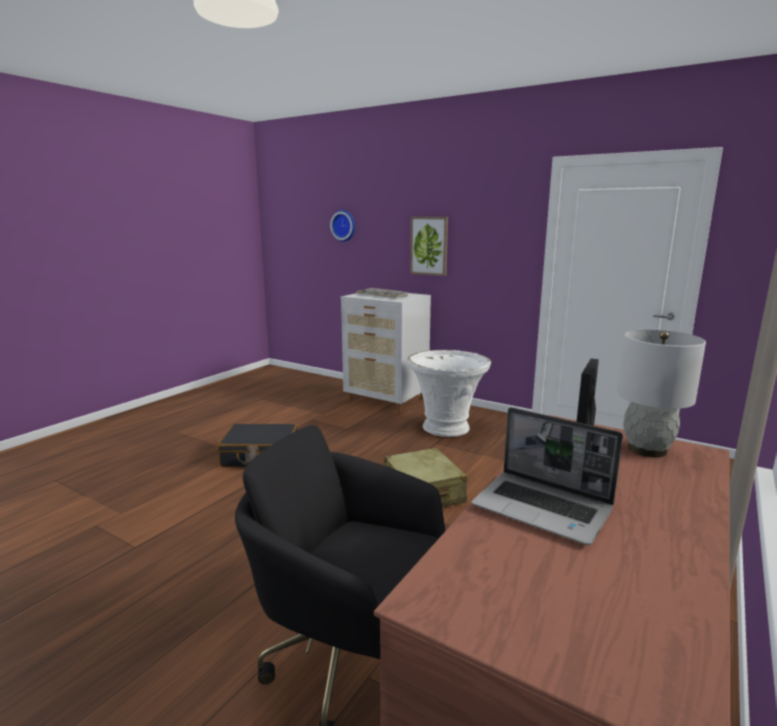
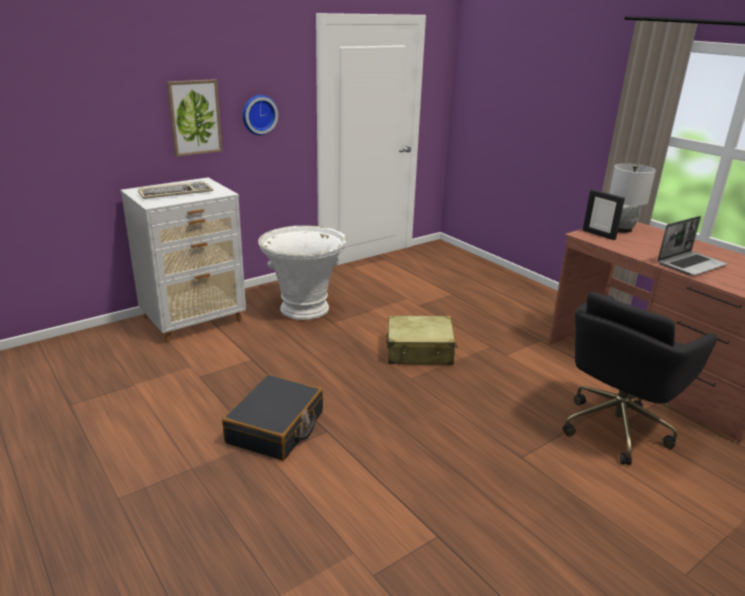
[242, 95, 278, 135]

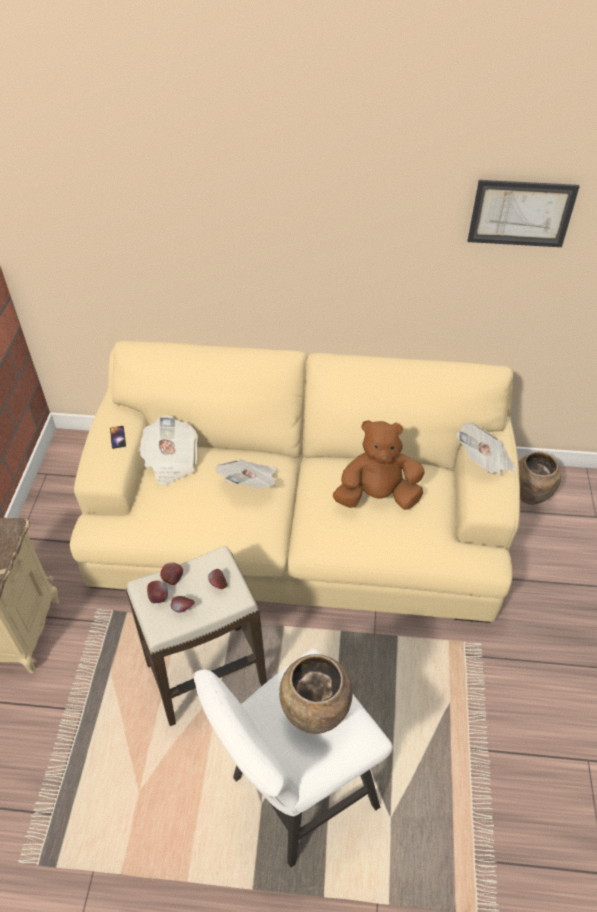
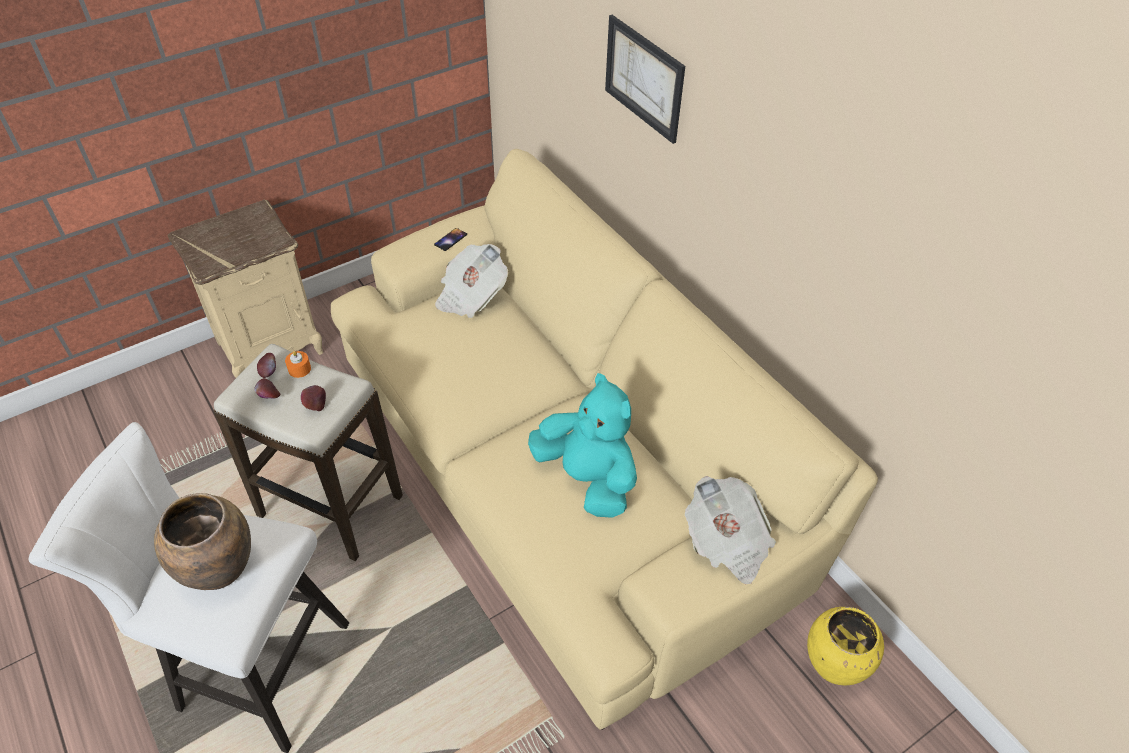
[285, 351, 311, 378]
[528, 373, 637, 518]
[605, 15, 685, 144]
[807, 607, 884, 685]
[216, 459, 277, 488] (first image)

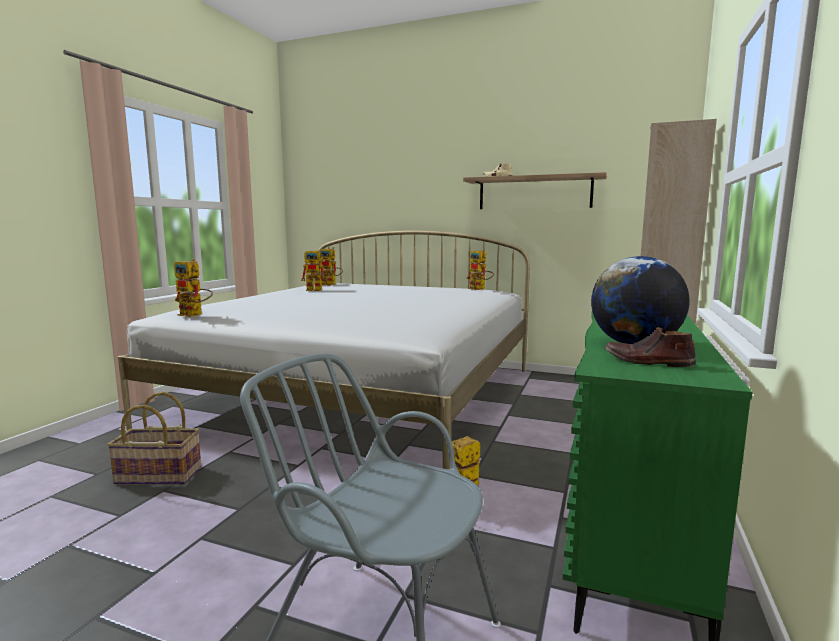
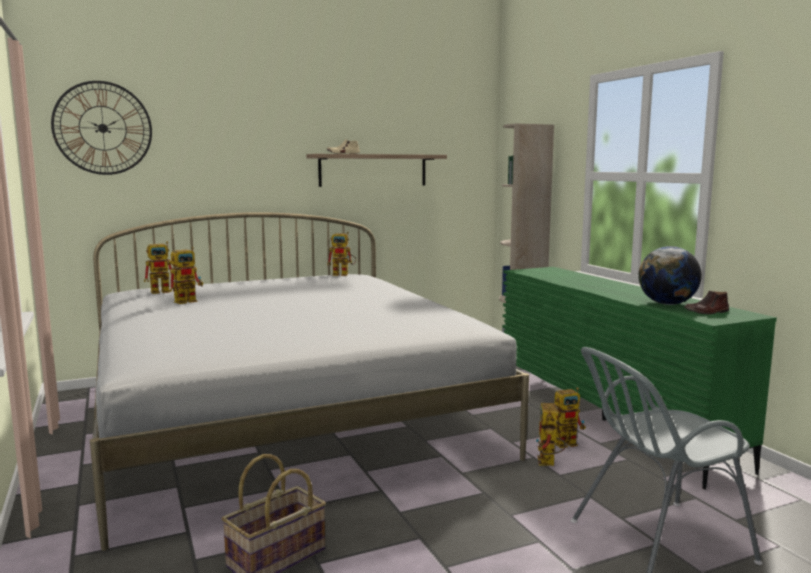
[51, 81, 152, 175]
[554, 387, 586, 448]

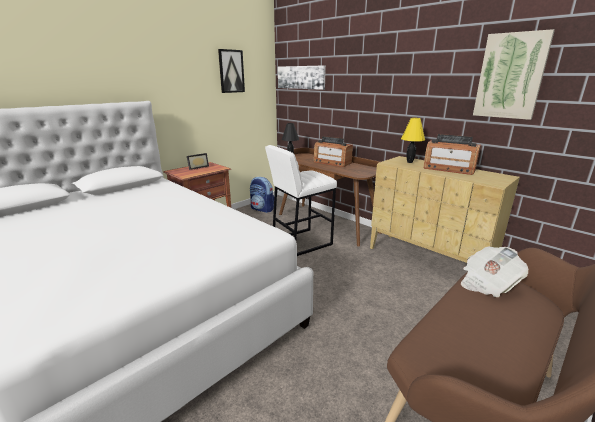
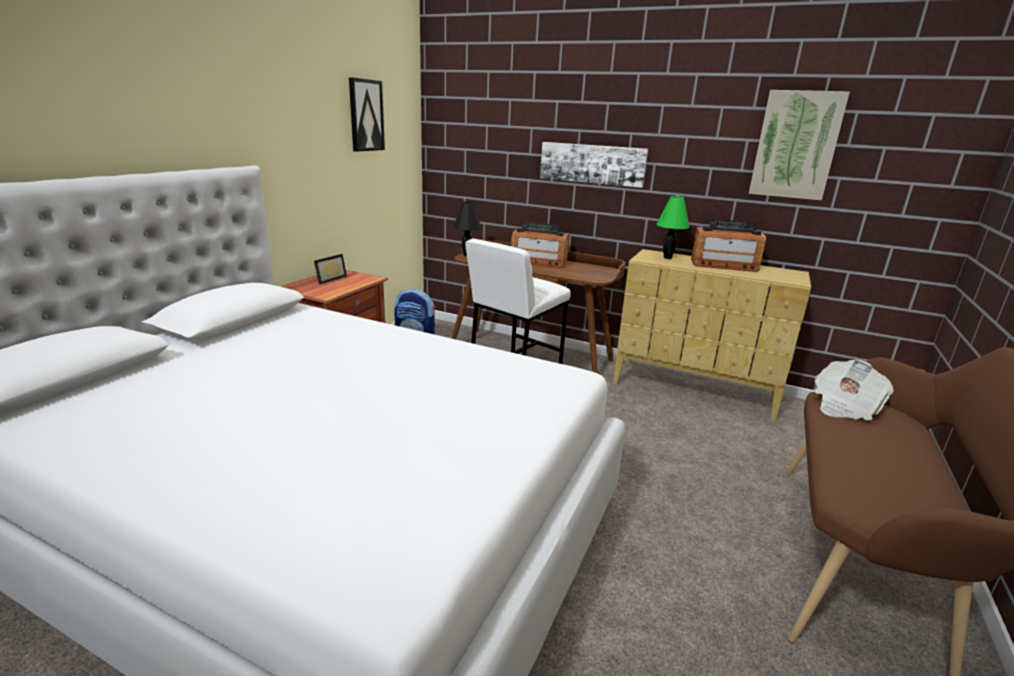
[540, 142, 648, 188]
[656, 196, 690, 259]

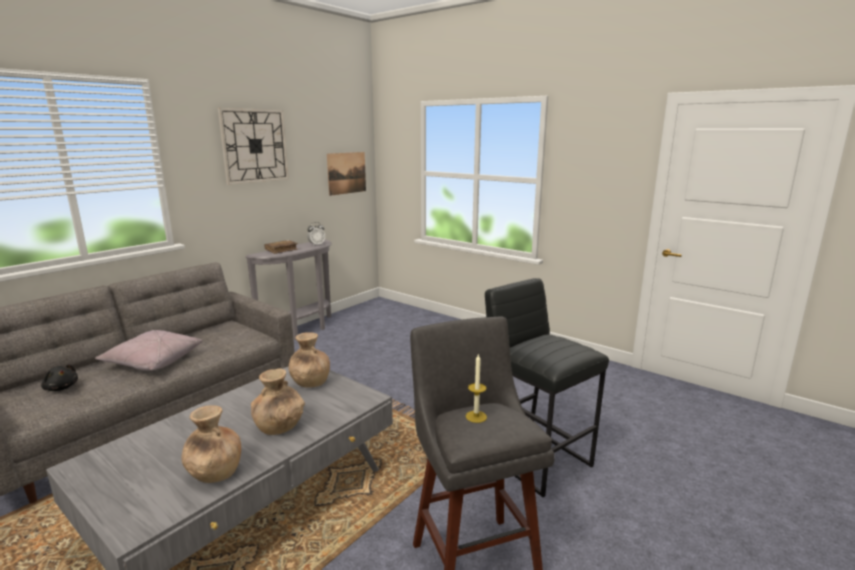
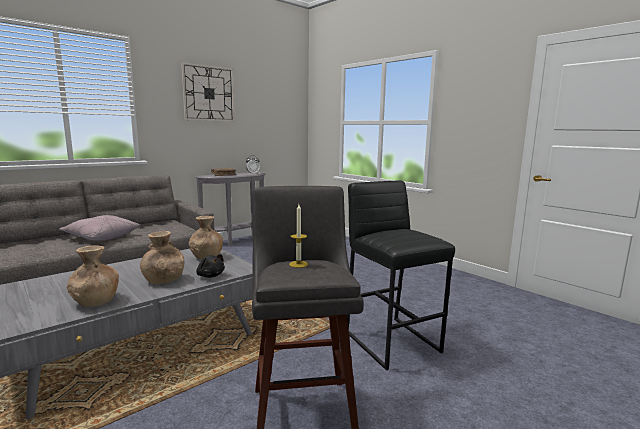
[196, 254, 225, 278]
[327, 152, 366, 196] (first image)

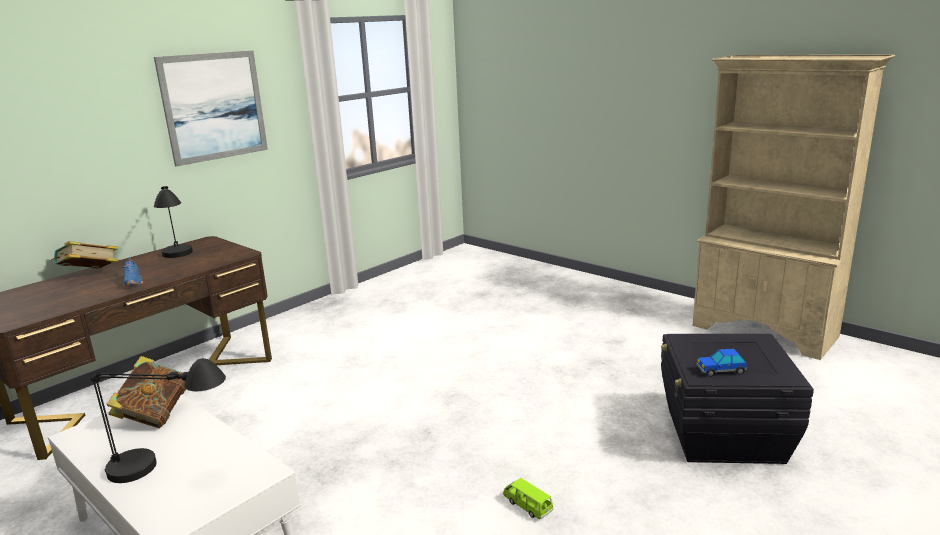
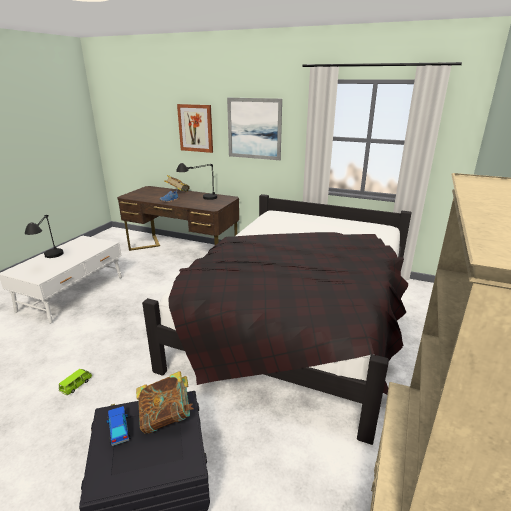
[136, 371, 193, 434]
[142, 194, 412, 445]
[177, 104, 213, 153]

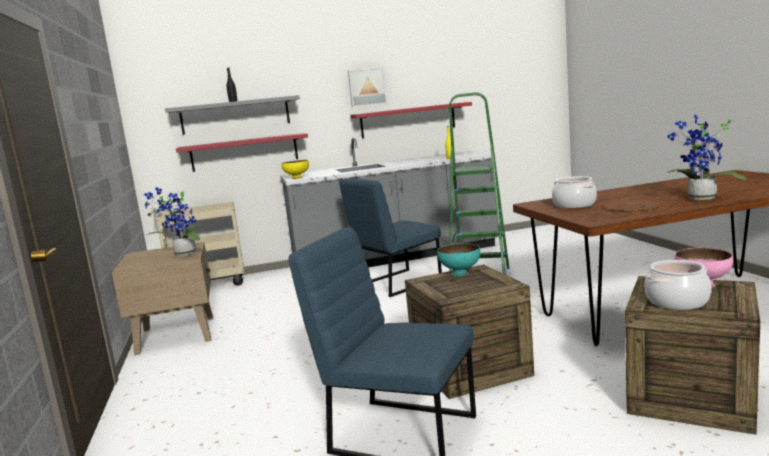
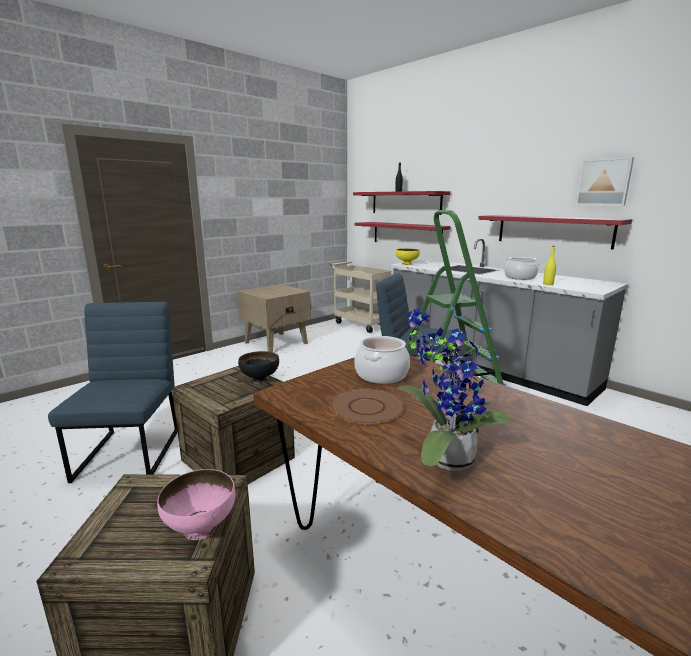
[238, 351, 279, 384]
[353, 191, 450, 215]
[504, 257, 540, 280]
[575, 157, 634, 206]
[144, 187, 200, 256] (first image)

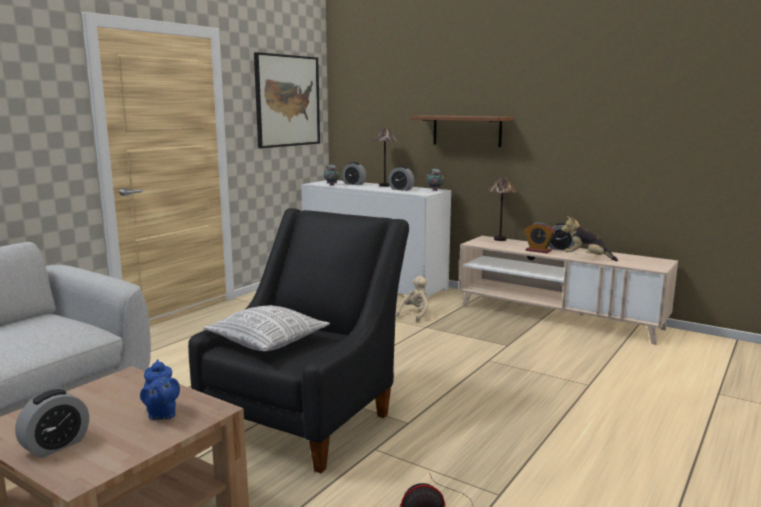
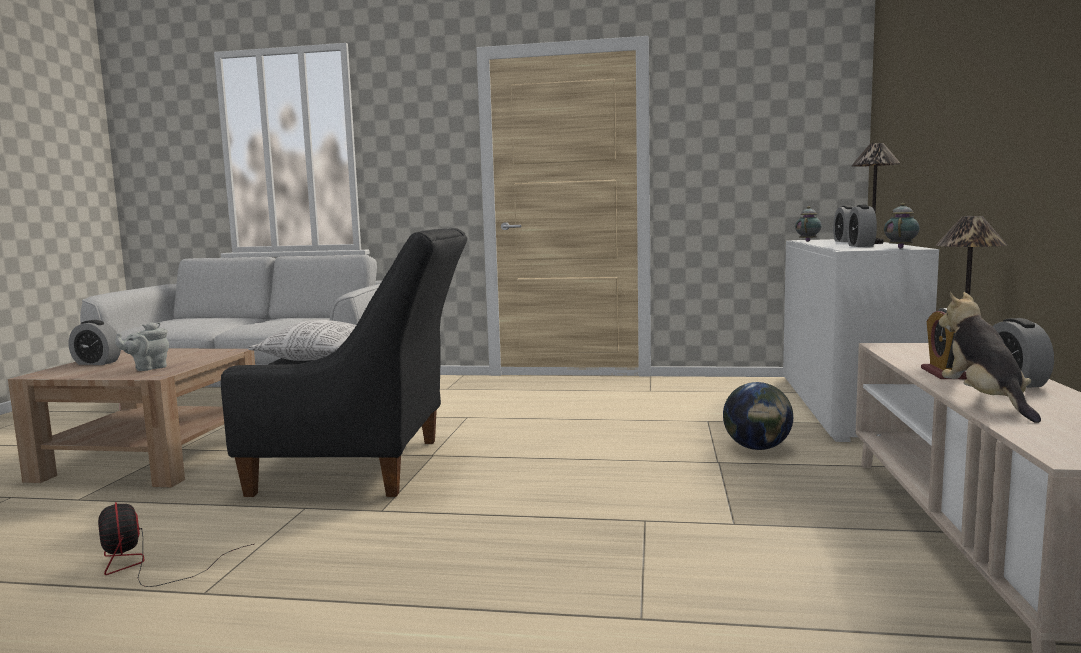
[115, 322, 169, 371]
[723, 382, 793, 450]
[254, 52, 320, 148] (first image)
[410, 115, 513, 147] (first image)

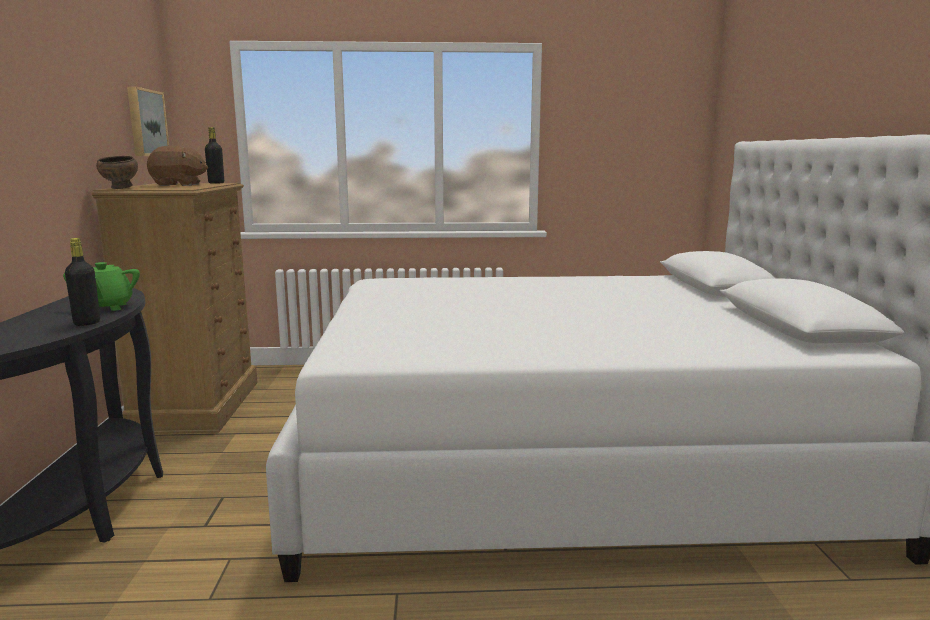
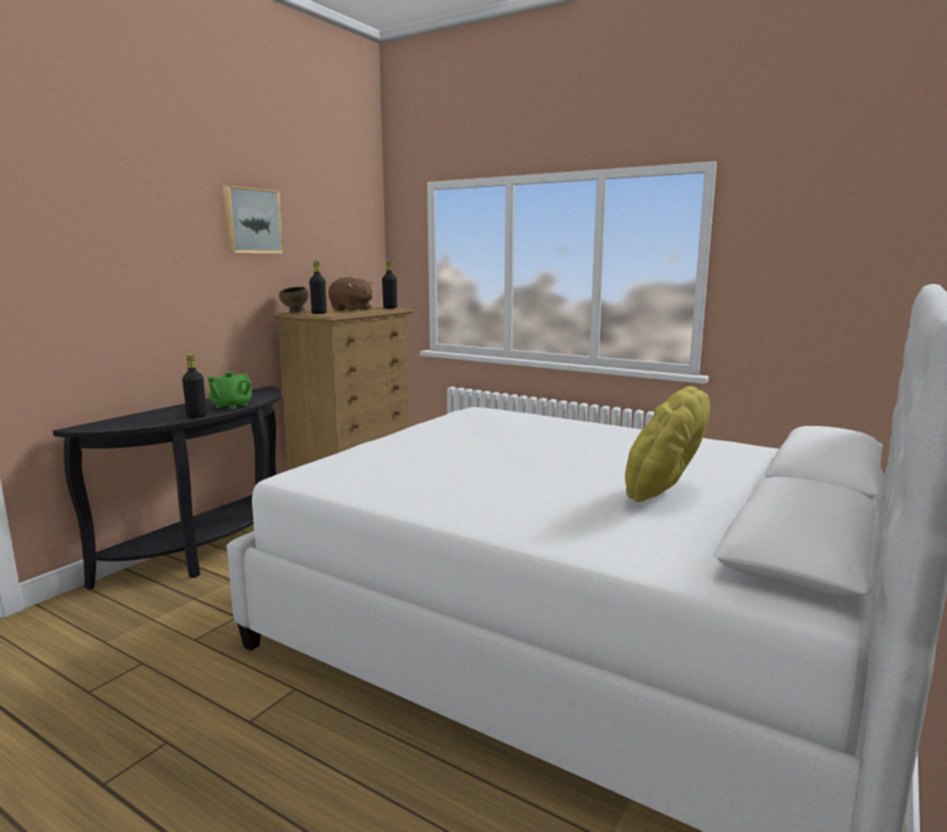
[223, 185, 284, 253]
[309, 261, 327, 314]
[625, 386, 710, 502]

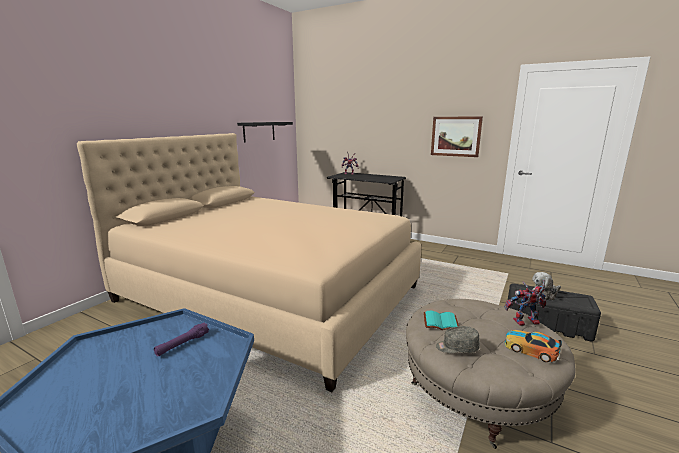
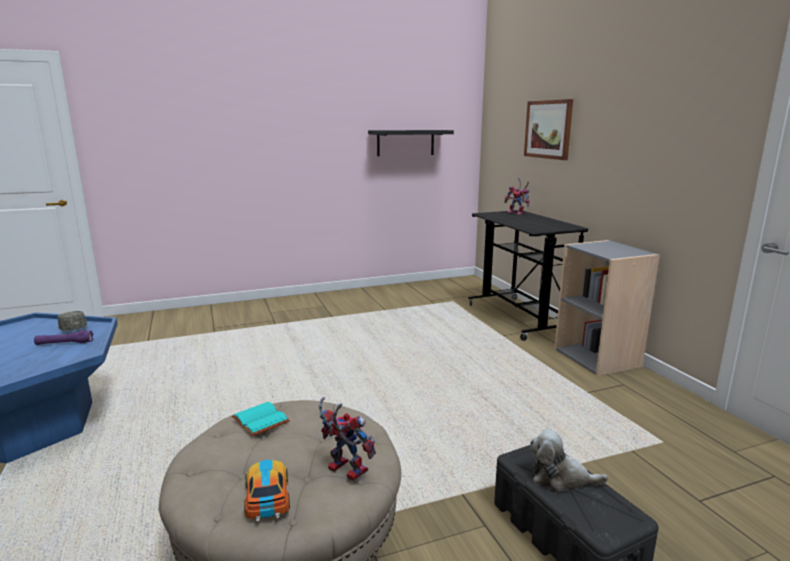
[57, 311, 87, 331]
[524, 99, 573, 160]
[554, 240, 659, 376]
[77, 133, 421, 392] (first image)

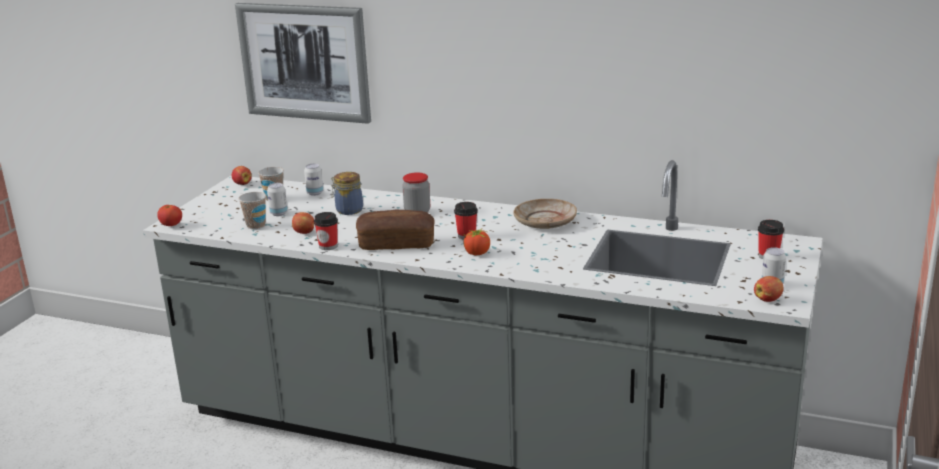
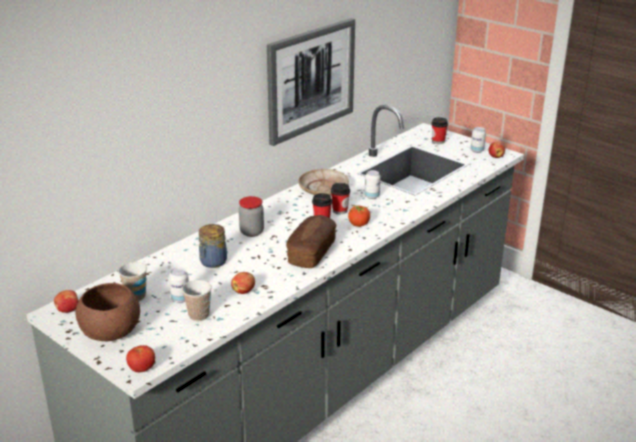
[76, 283, 140, 341]
[267, 18, 355, 146]
[331, 183, 350, 214]
[365, 170, 381, 199]

